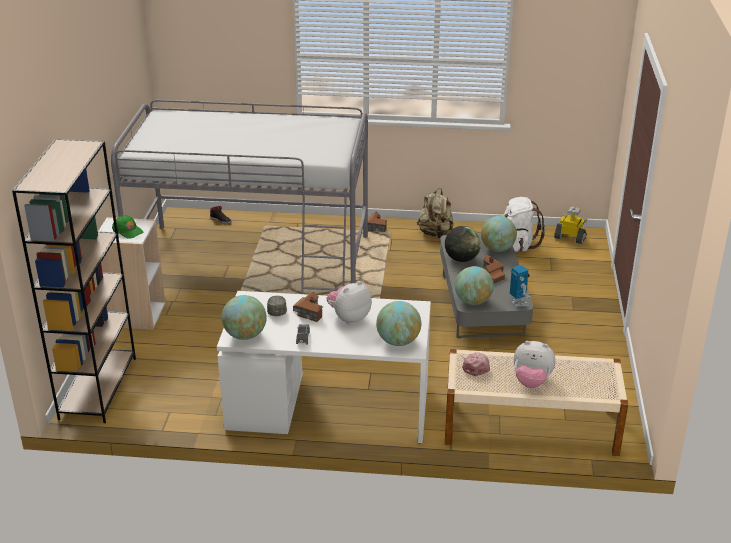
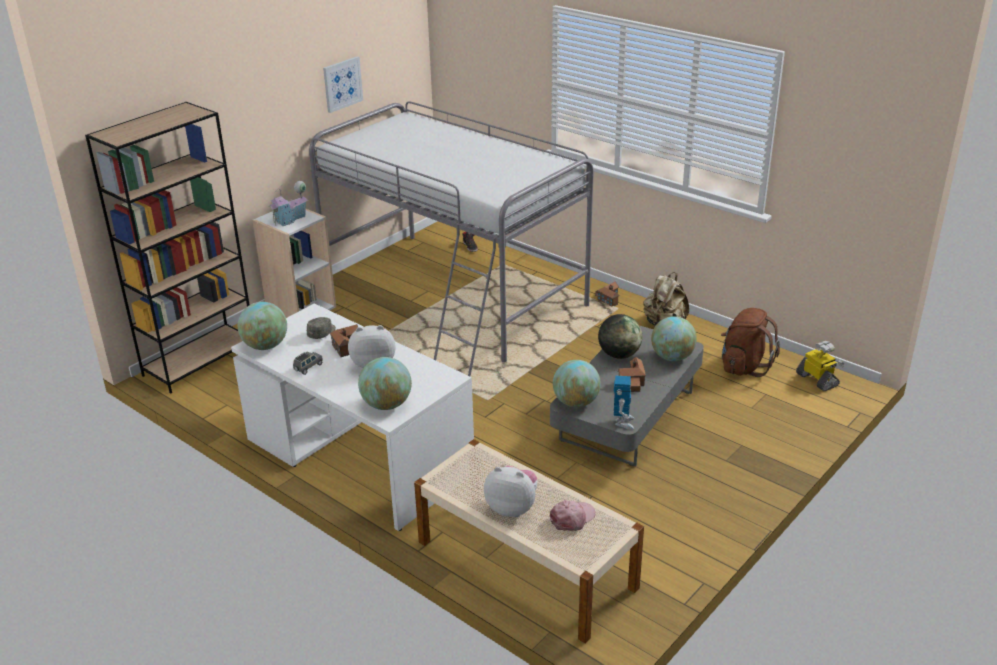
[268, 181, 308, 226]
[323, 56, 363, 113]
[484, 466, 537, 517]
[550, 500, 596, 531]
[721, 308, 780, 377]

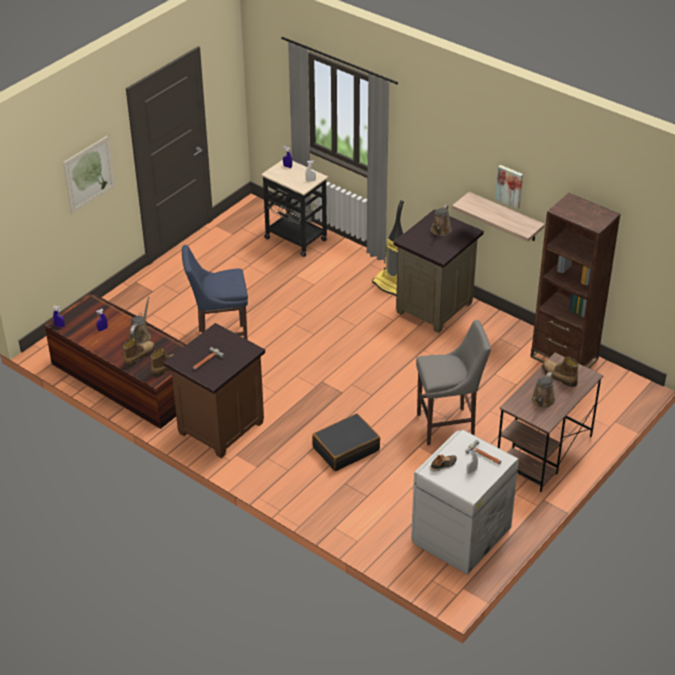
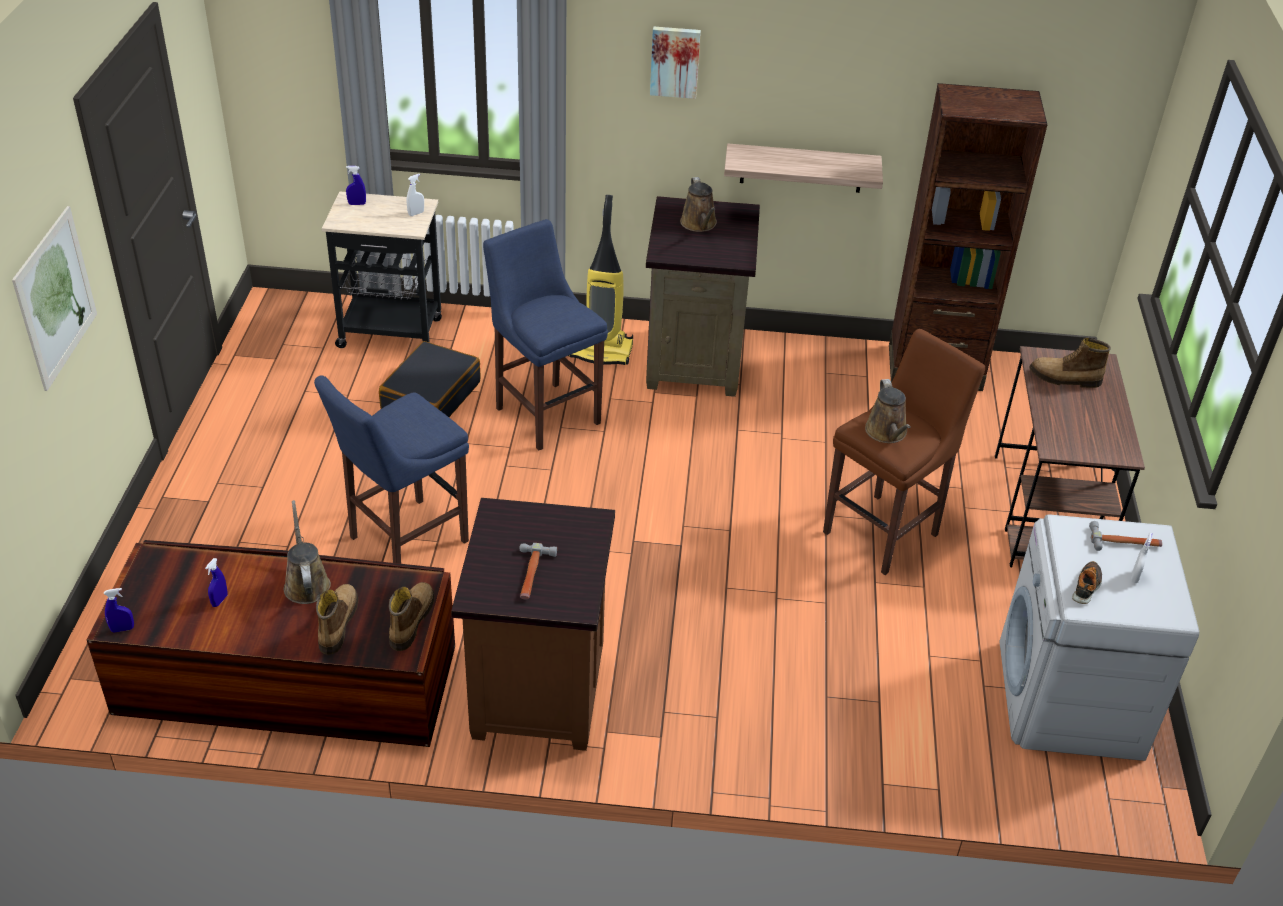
[379, 341, 481, 417]
[483, 219, 608, 450]
[650, 27, 701, 99]
[823, 329, 985, 575]
[865, 379, 911, 443]

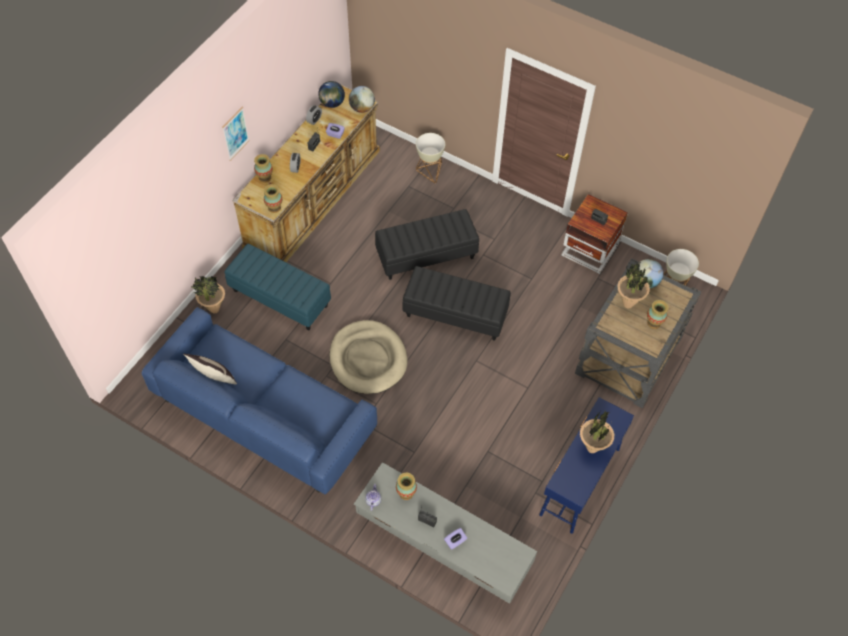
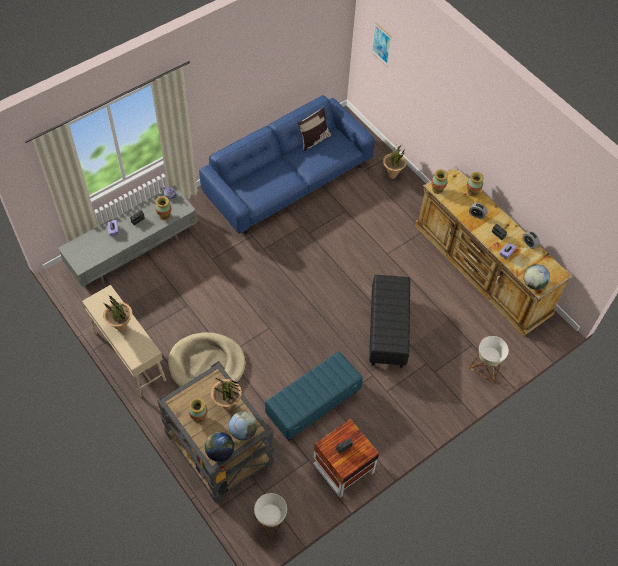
[82, 285, 166, 397]
[168, 332, 246, 387]
[205, 432, 234, 462]
[265, 351, 363, 441]
[371, 22, 392, 67]
[402, 266, 511, 341] (first image)

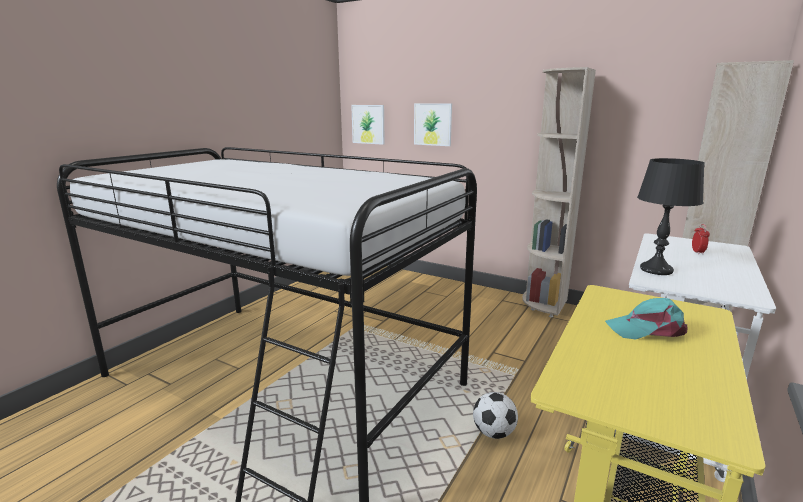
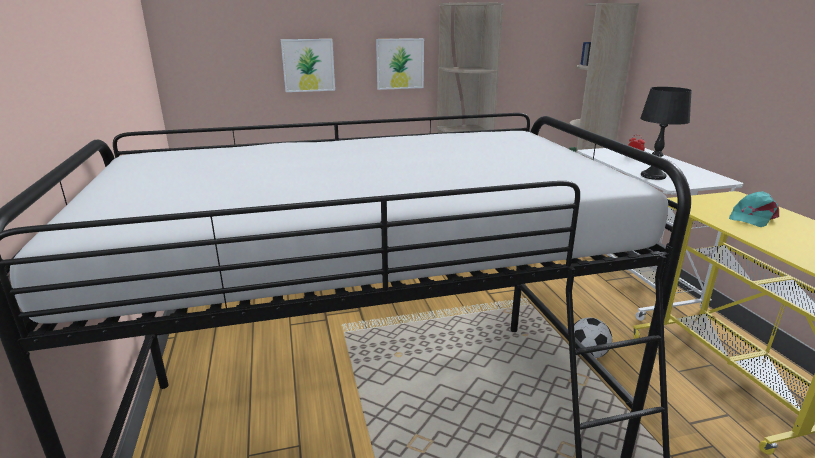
[376, 38, 424, 90]

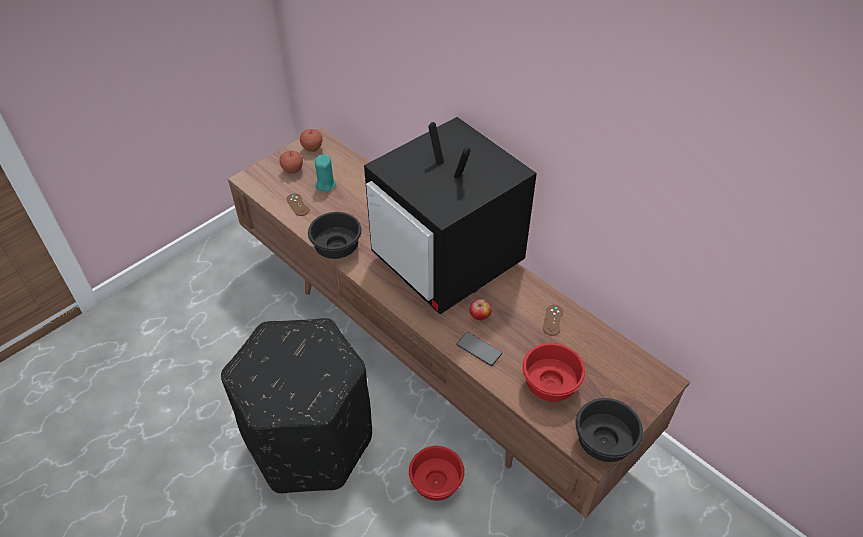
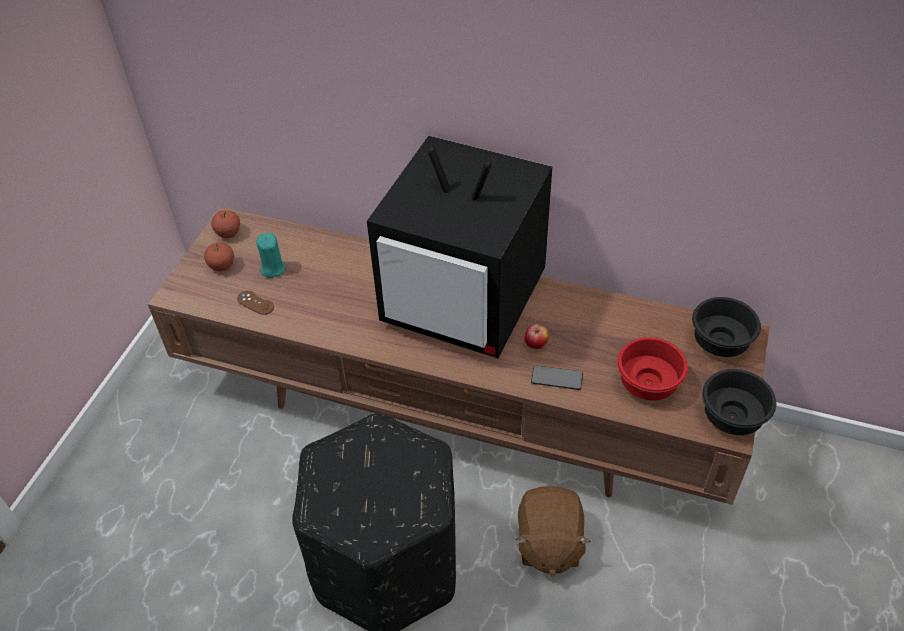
[516, 486, 591, 577]
[692, 297, 761, 357]
[543, 305, 564, 336] (first image)

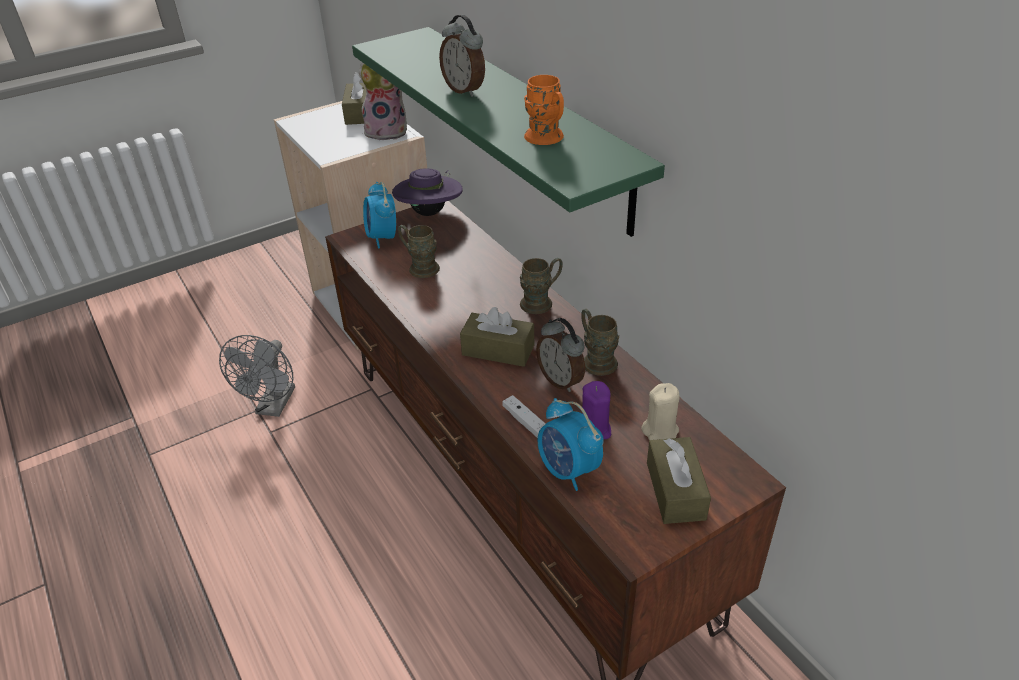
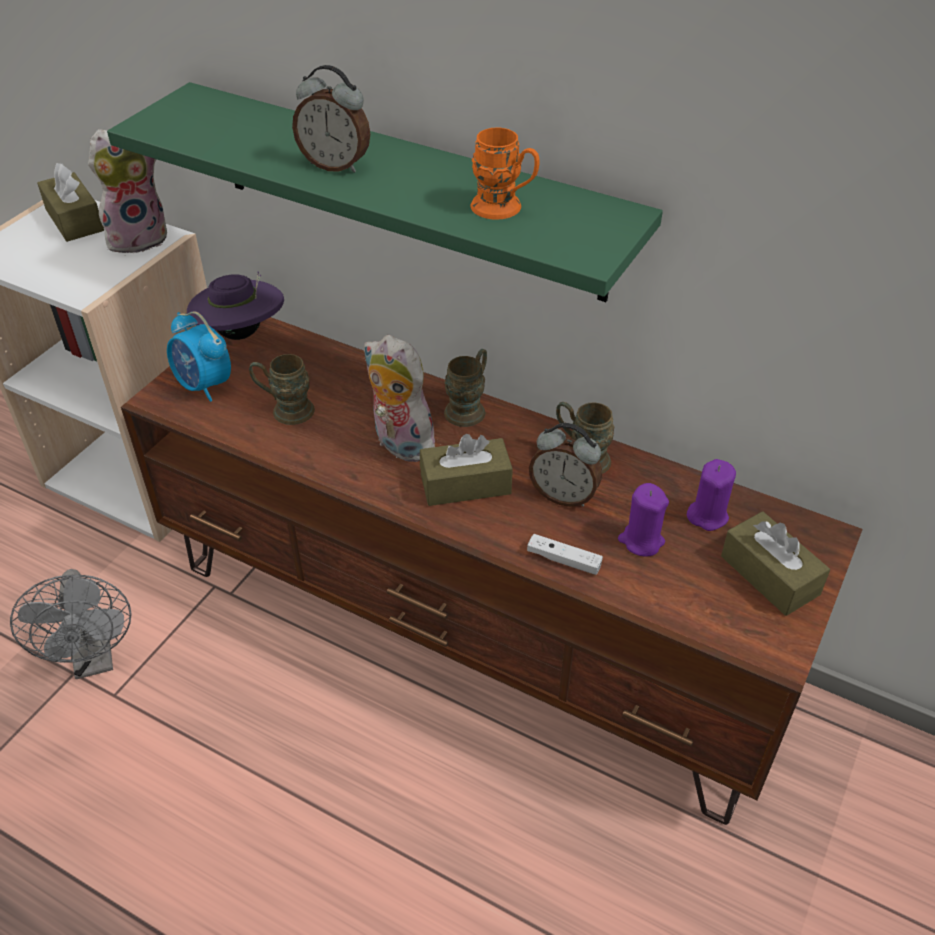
[364, 335, 436, 462]
[687, 459, 736, 531]
[537, 398, 604, 491] (first image)

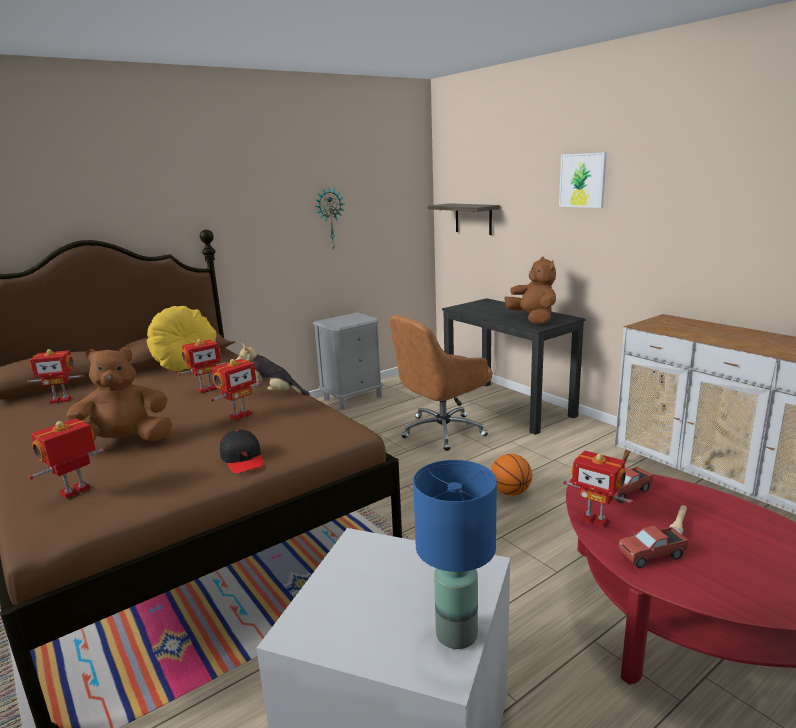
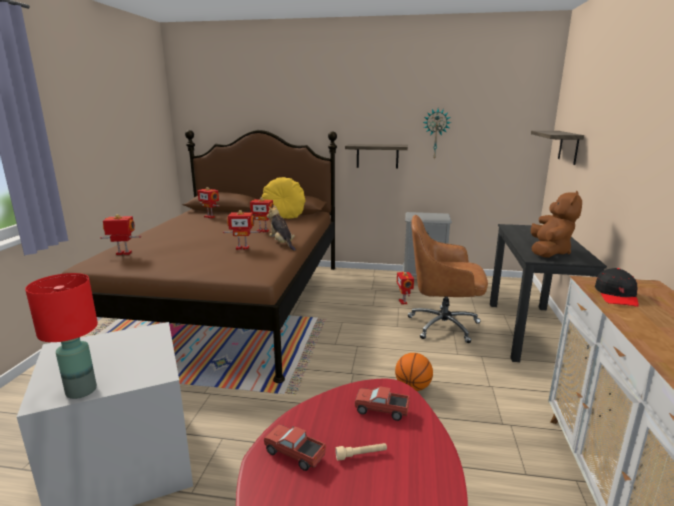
[25, 273, 98, 399]
[345, 144, 408, 169]
[397, 272, 414, 305]
[595, 268, 639, 307]
[66, 347, 172, 441] (first image)
[559, 152, 607, 208] (first image)

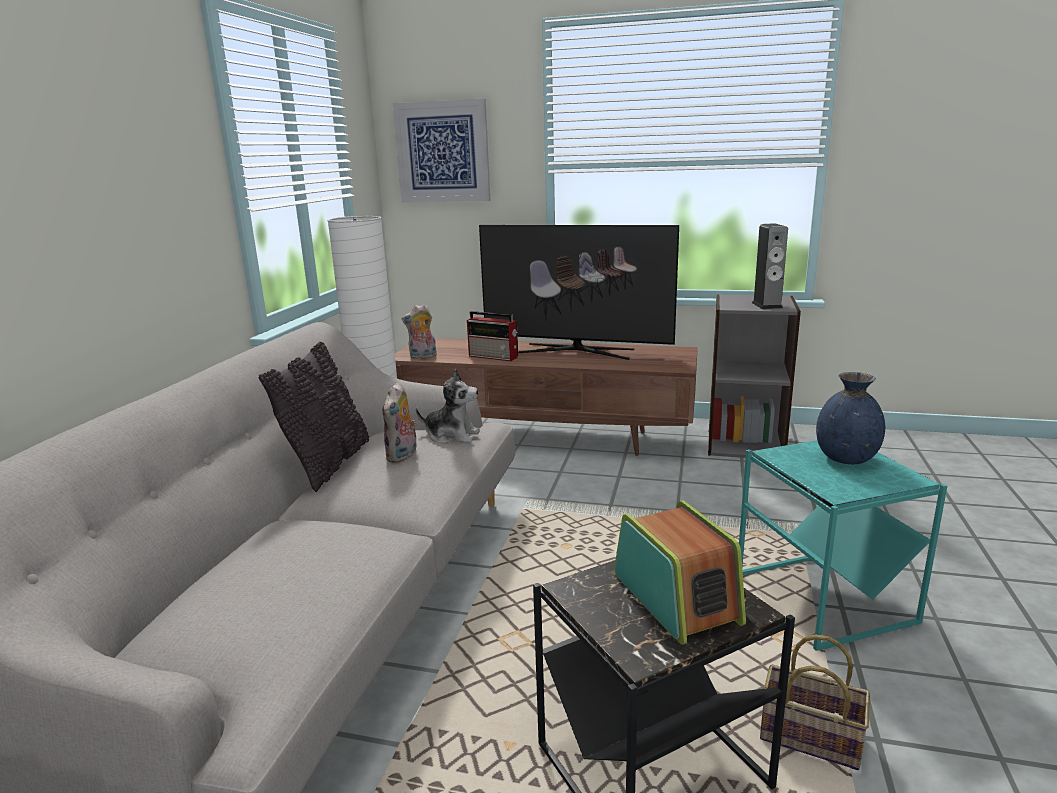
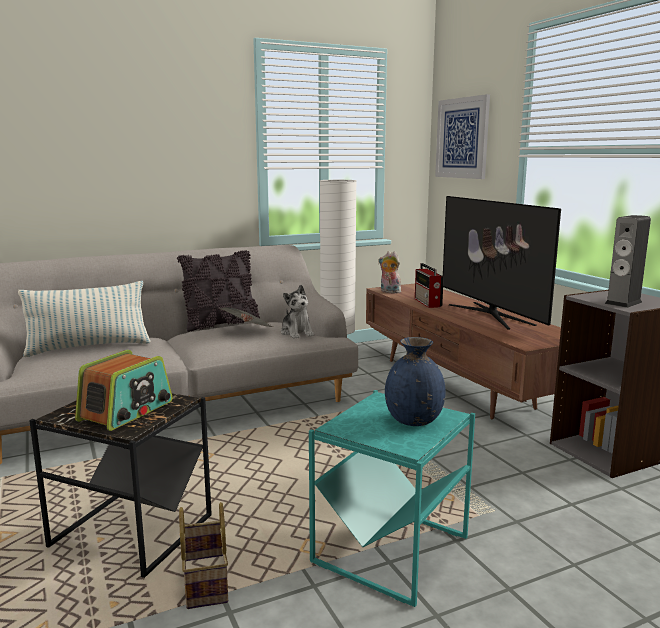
[18, 281, 151, 357]
[220, 307, 274, 327]

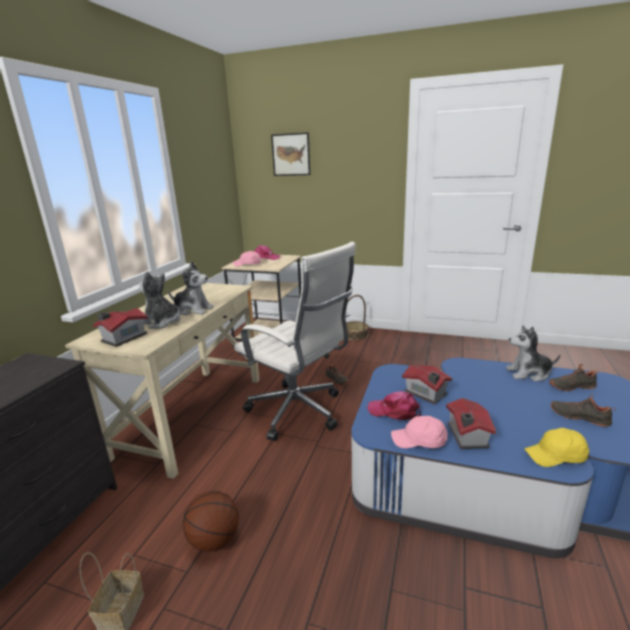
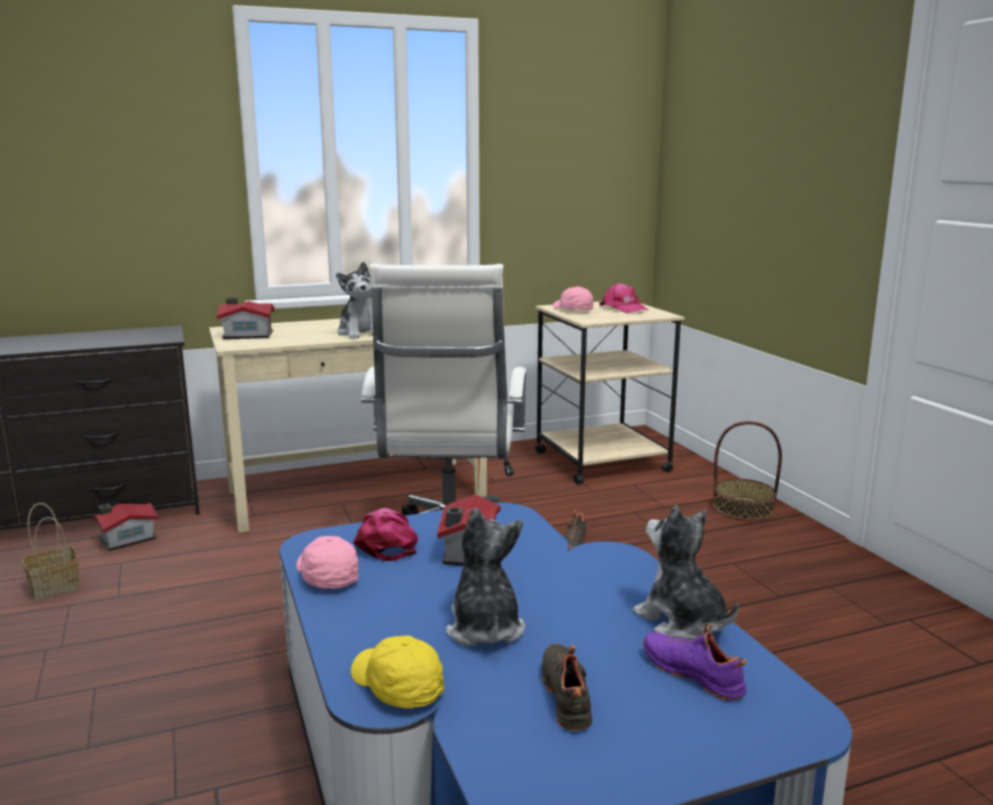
[92, 503, 158, 551]
[446, 508, 525, 646]
[643, 623, 747, 701]
[182, 491, 239, 552] (first image)
[271, 132, 310, 176] (first image)

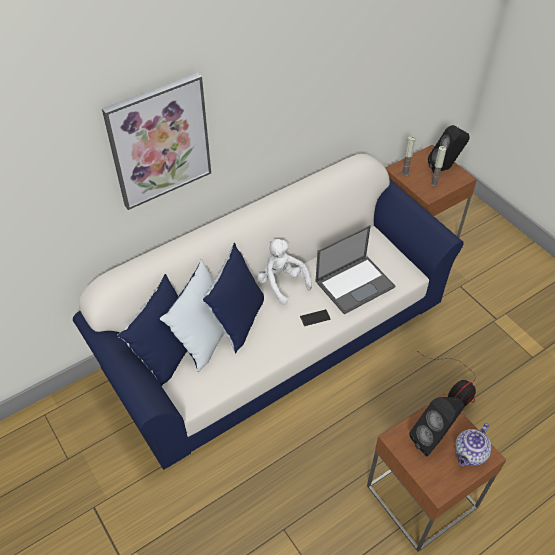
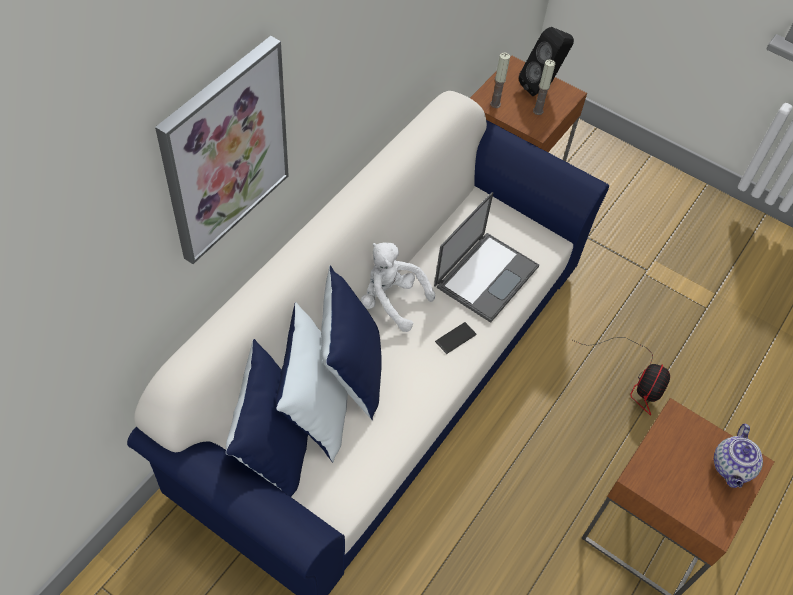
[409, 397, 464, 456] (first image)

